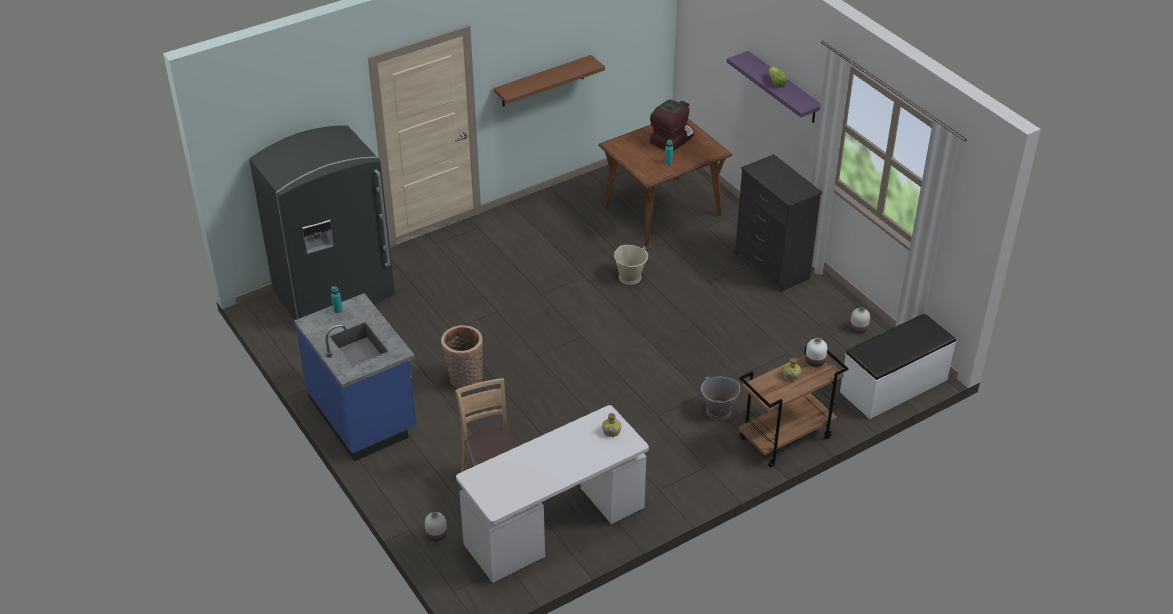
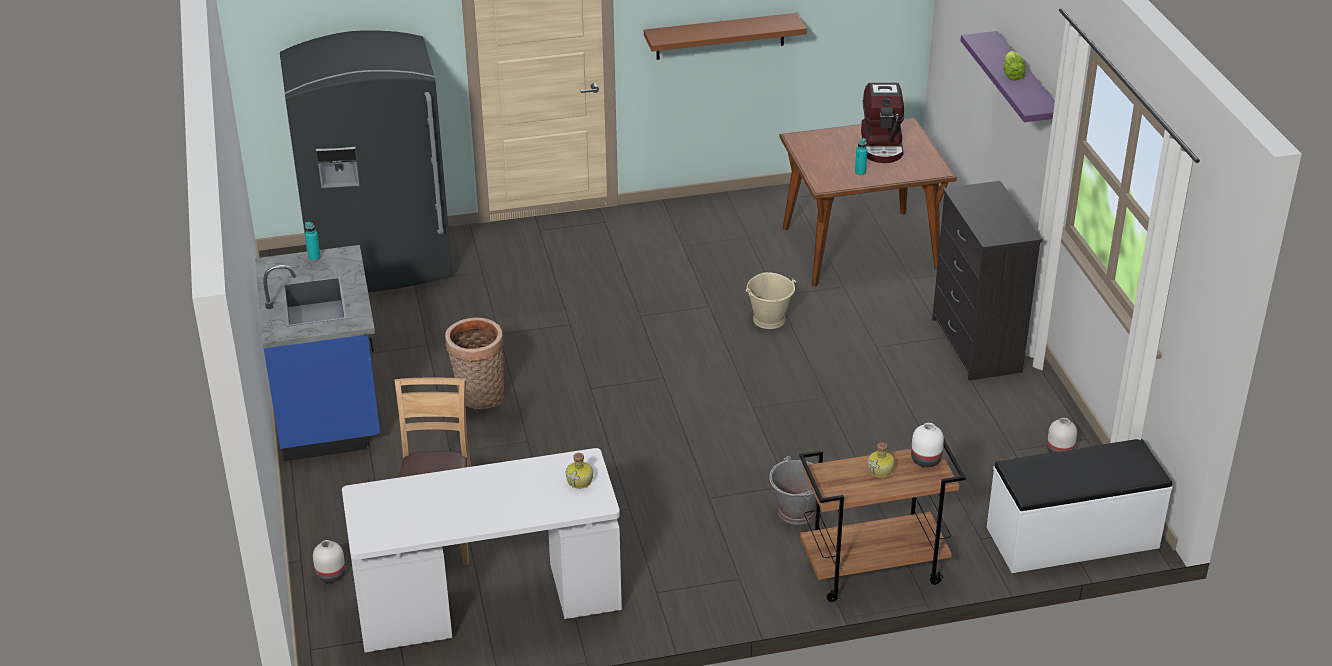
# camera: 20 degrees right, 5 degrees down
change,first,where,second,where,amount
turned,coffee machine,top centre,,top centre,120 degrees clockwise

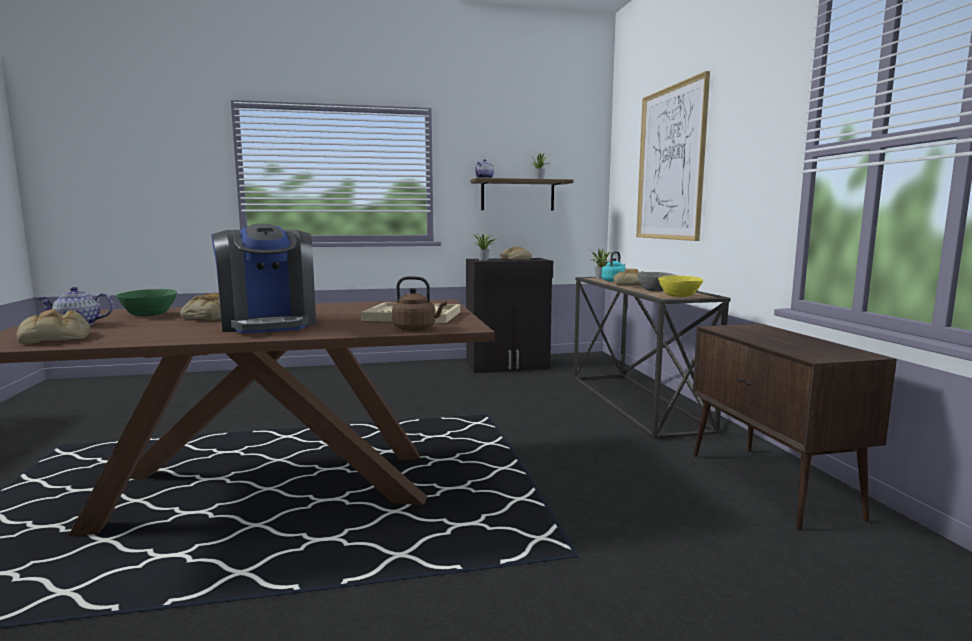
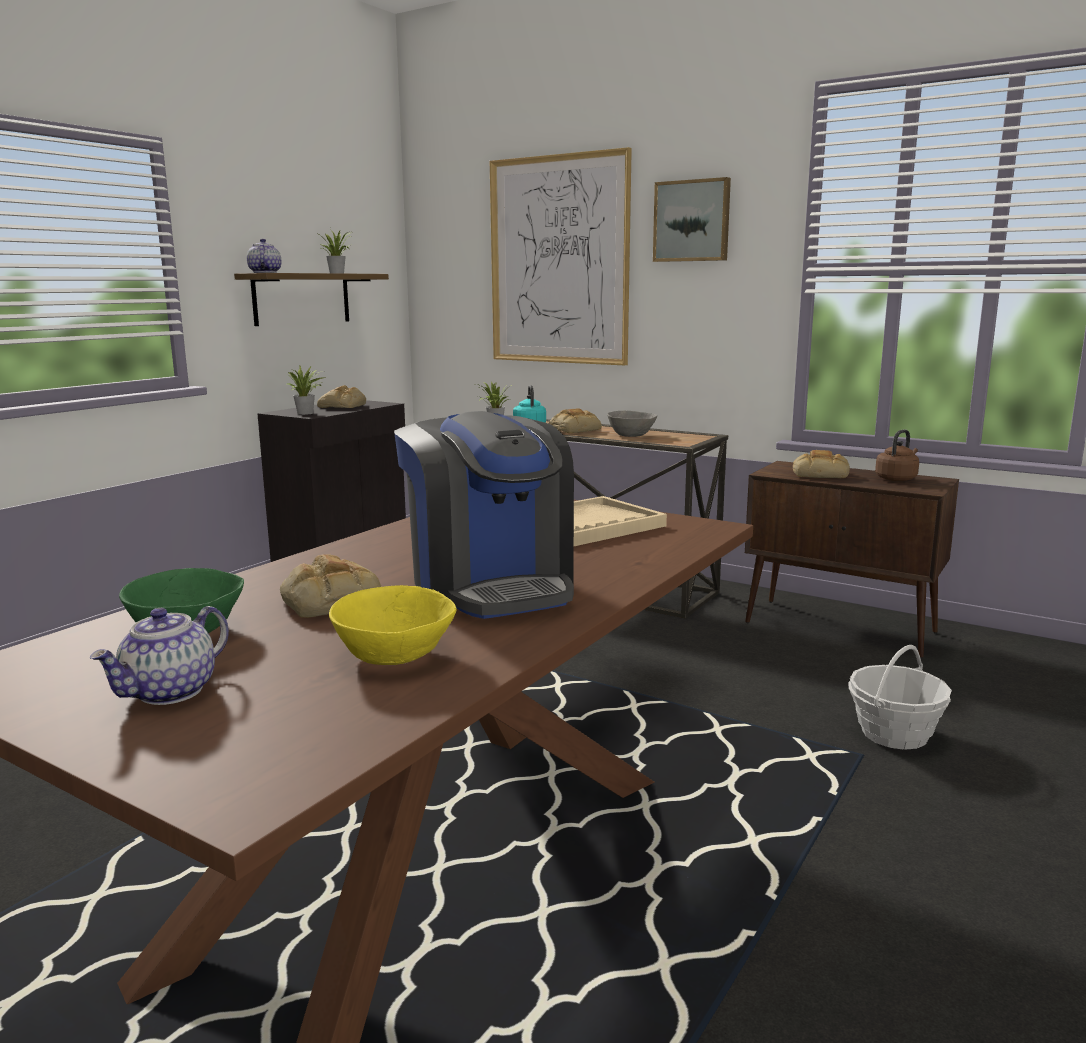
# camera: 45 degrees left, 5 degrees up
change,first,where,second,where,amount
moved,yellow-coloured bowl,middle right,,centre,
turned,coffee machine,middle left,,centre,45 degrees clockwise
added,,,picture (2nd from left),top centre,
moved,baked bread (1st from left in the first image),middle left,baked bread (4th from left),middle right,
added,,,household basket,bottom right,
moved,brownish kettle,centre,,middle right,

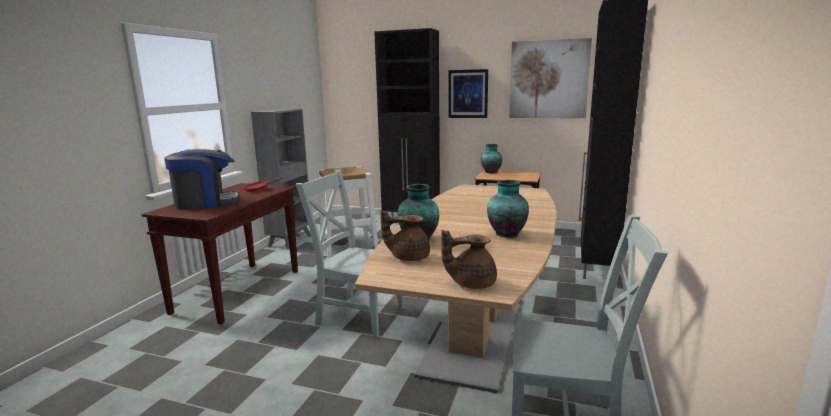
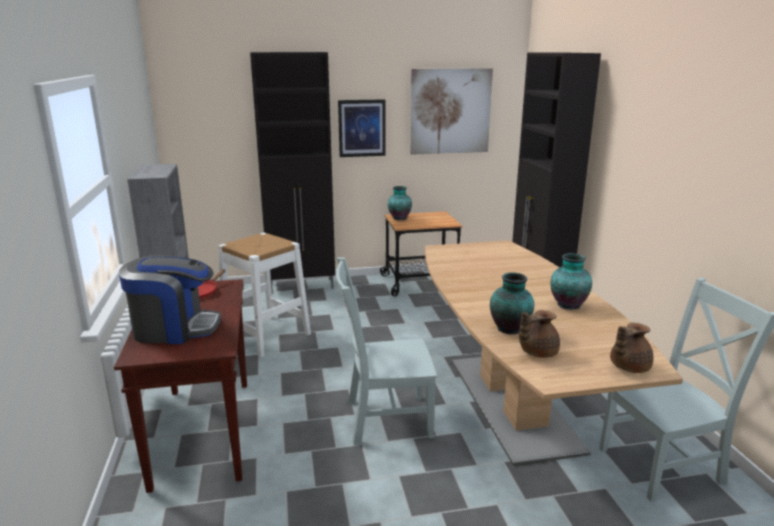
# camera: 30 degrees left, 5 degrees up
change,first,where,second,where,amount
turned,coffee machine,middle left,,middle left,45 degrees clockwise

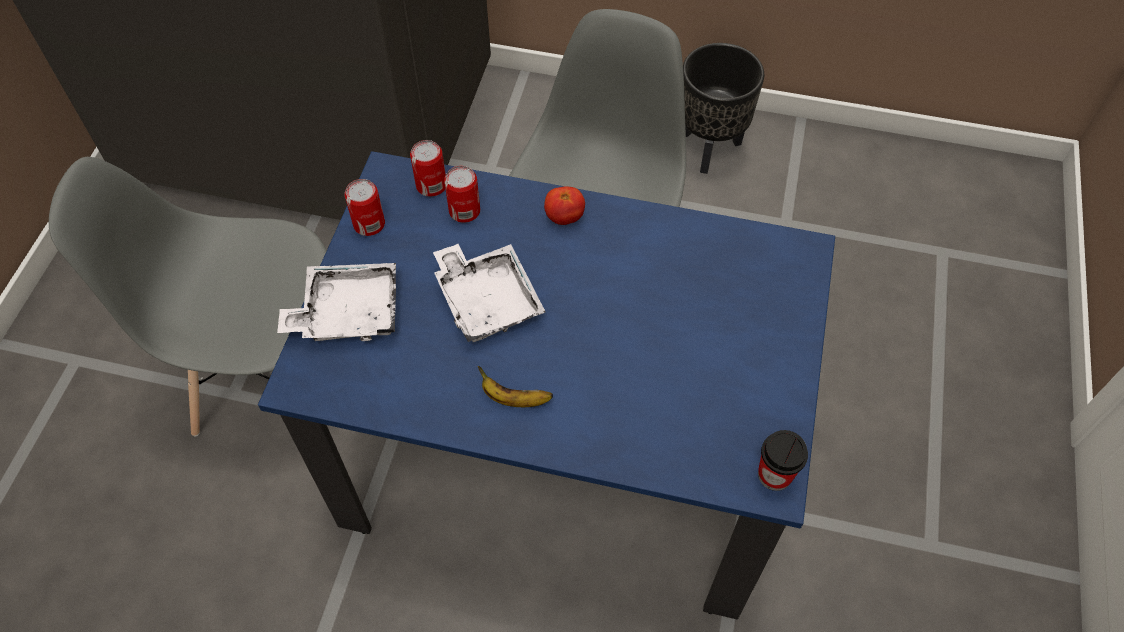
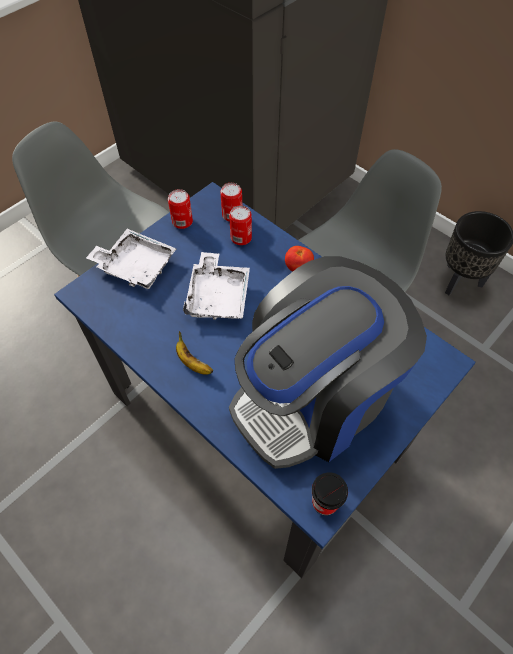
# camera: 30 degrees right, 0 degrees up
change,first,where,second,where,amount
added,,,coffee machine,centre,

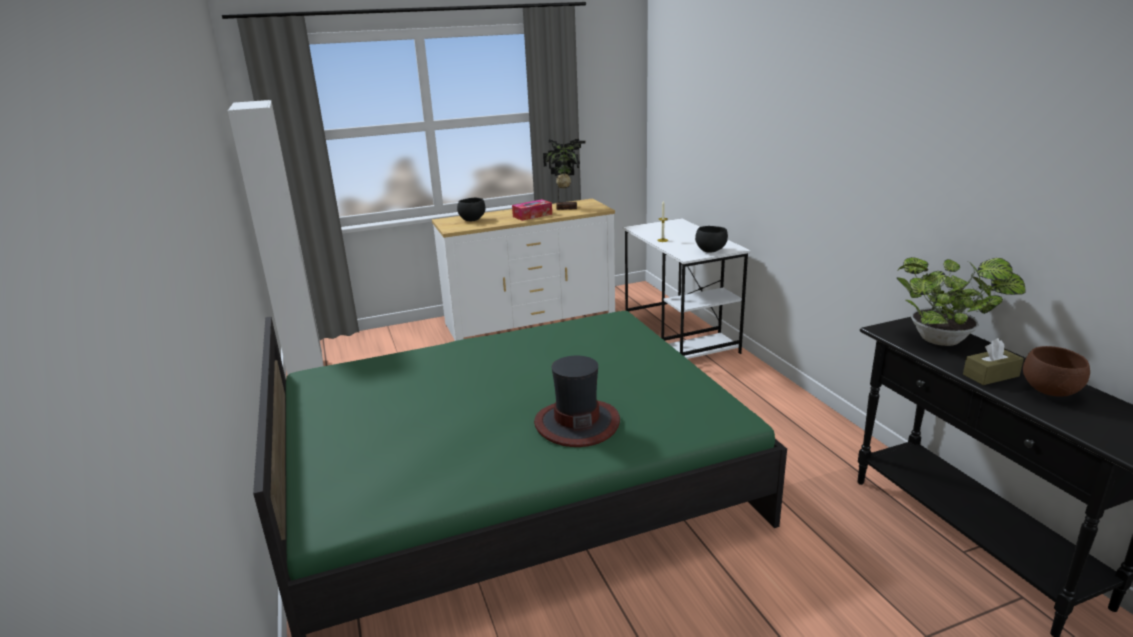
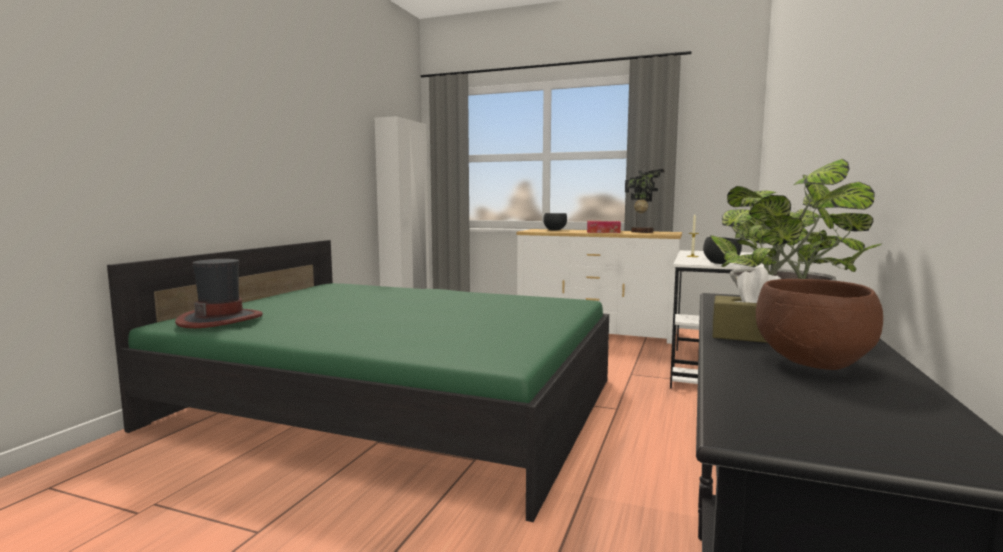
# camera: 40 degrees right, 15 degrees down
change,first,where,second,where,amount
moved,wearable hat,centre,,middle left,

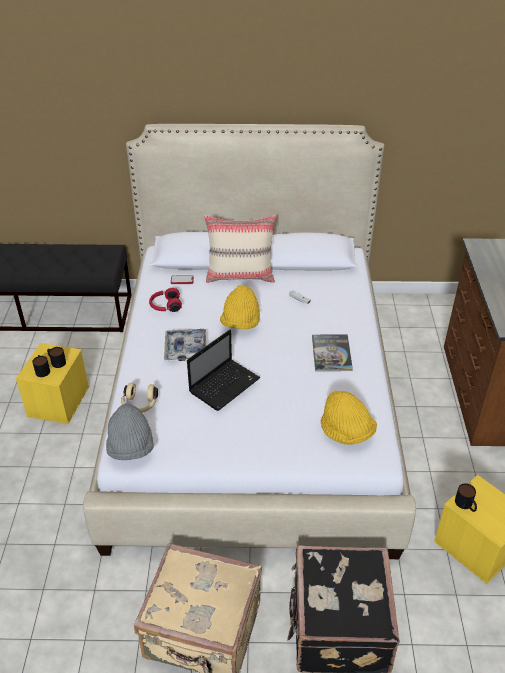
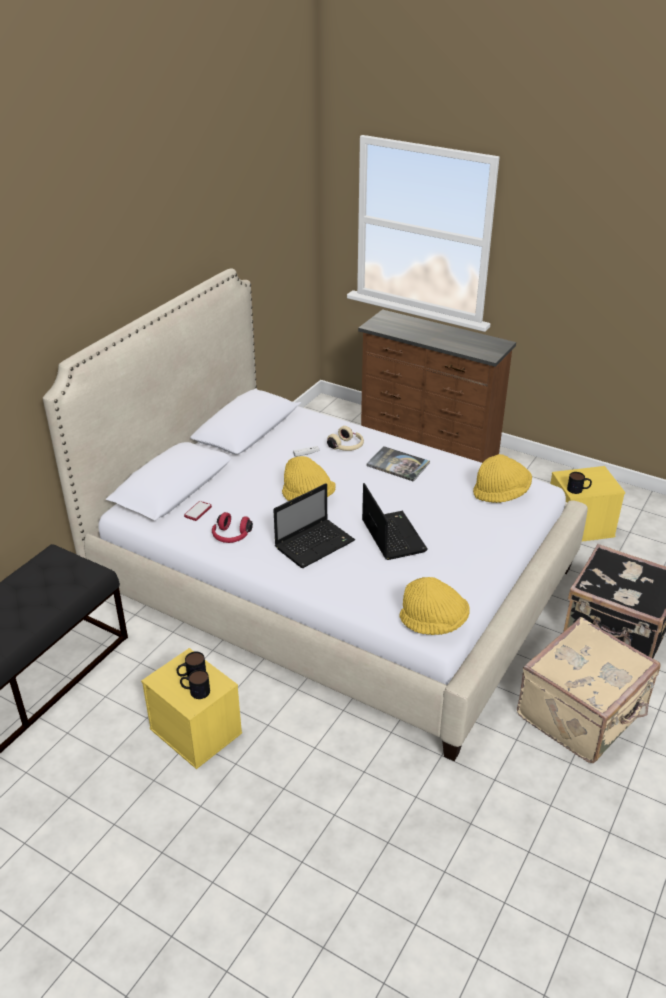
# camera: 60 degrees left, 5 degrees down
change,first,where,second,where,amount
replaced,serving tray,centre,notebook computer (1st from left),centre,
moved,beige headphones,middle left,,centre,
recoloured,gray wearable hat,middle left,yellow-coloured wearable hat (2nd from left),centre,
removed,beige pillow,centre,,,

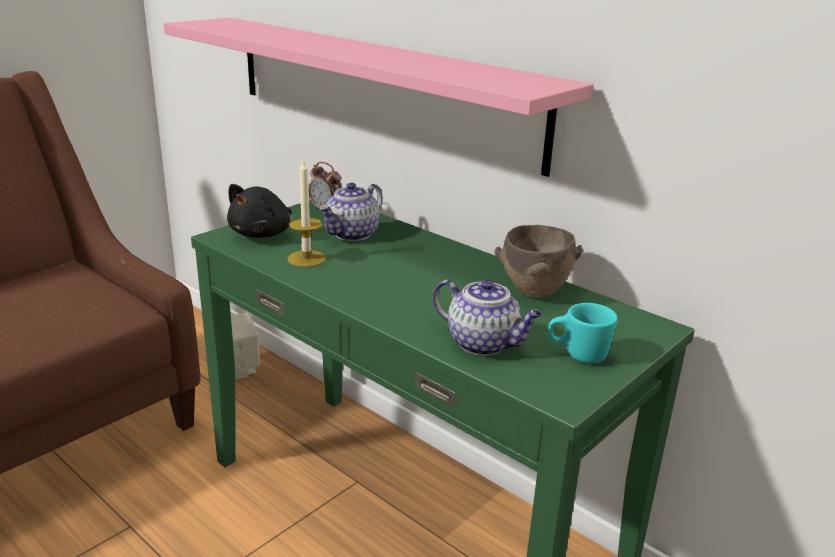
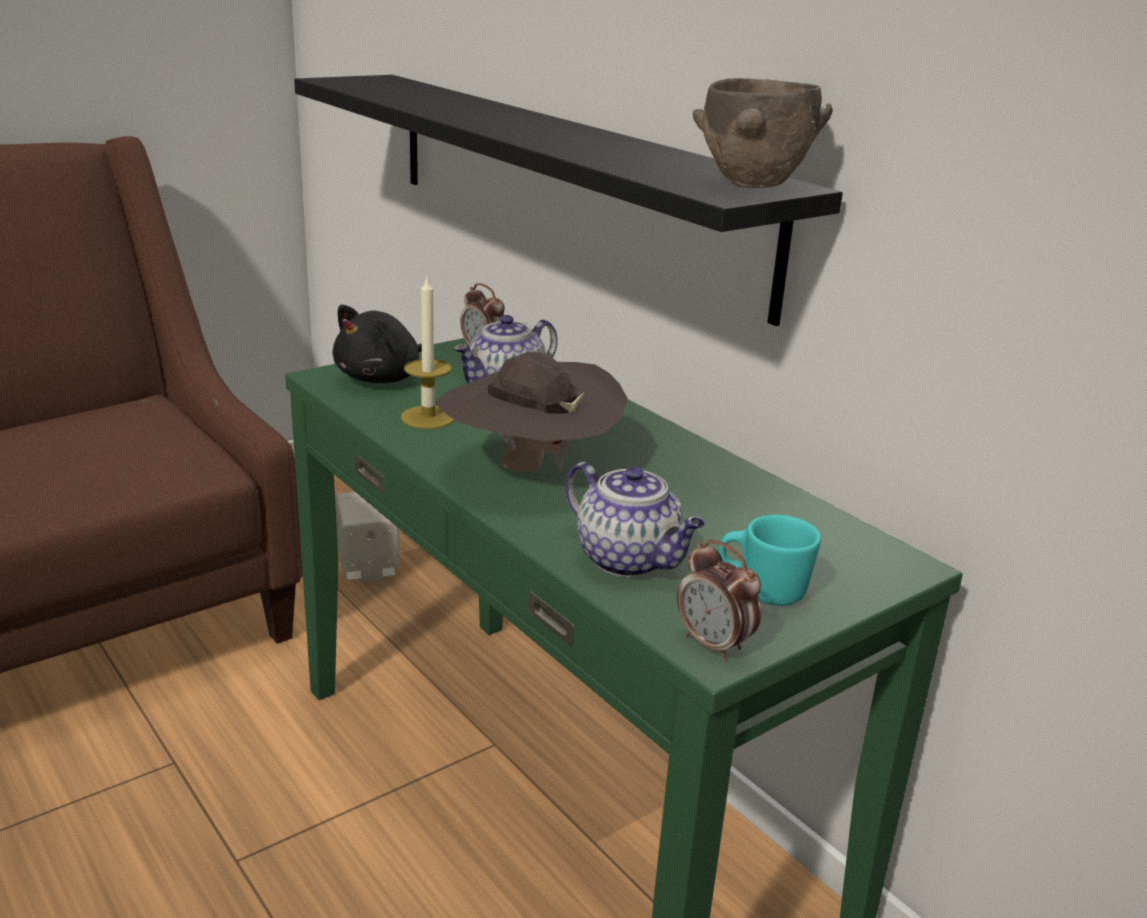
# camera: 10 degrees right, 0 degrees up
change,first,where,second,where,amount
recoloured,pink-coloured shelf,top centre,black-coloured shelf,top centre,
added,,,brownish wearable hat,centre,
added,,,table clock (2nd from left),centre,
moved,brownish bowl,centre,,top centre,

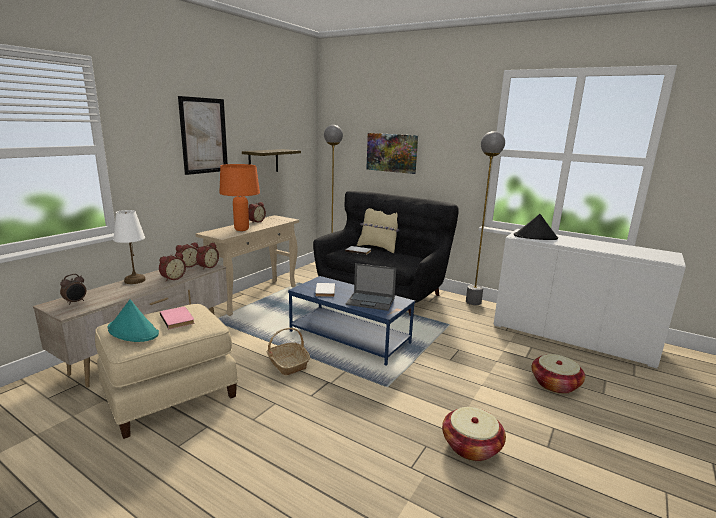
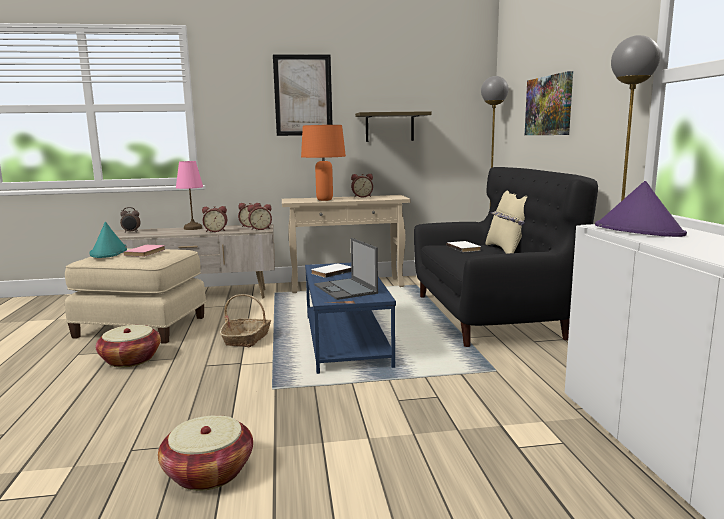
# camera: 50 degrees right, 5 degrees down
change,first,where,second,where,amount
moved,household basket (3rd from left in the first image),bottom right,household basket (1st from left),bottom left,
recoloured,white-coloured table lamp,middle left,pink-coloured table lamp,middle left,
recoloured,black-coloured wearable hat,middle right,purple-coloured wearable hat,middle right,

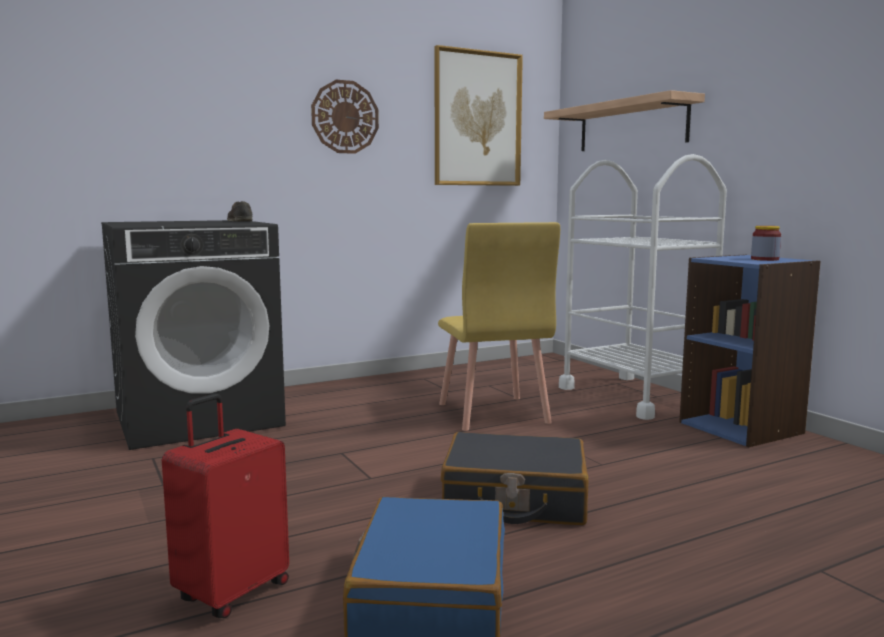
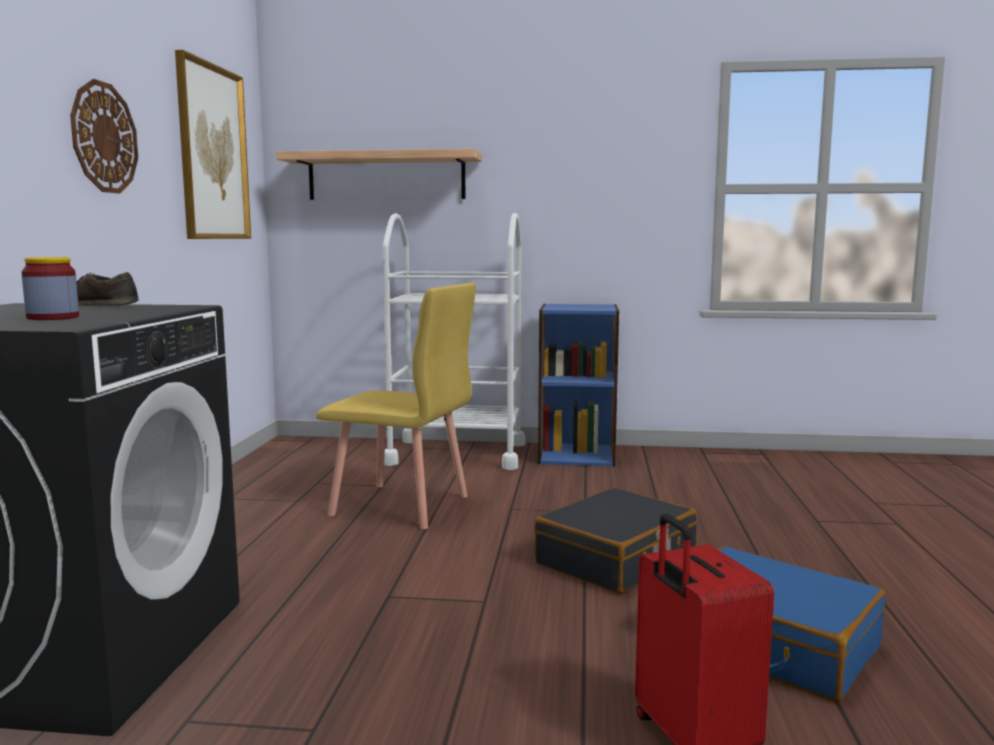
# camera: 55 degrees left, 0 degrees up
change,first,where,second,where,amount
moved,preserve jar,middle right,,middle left,

